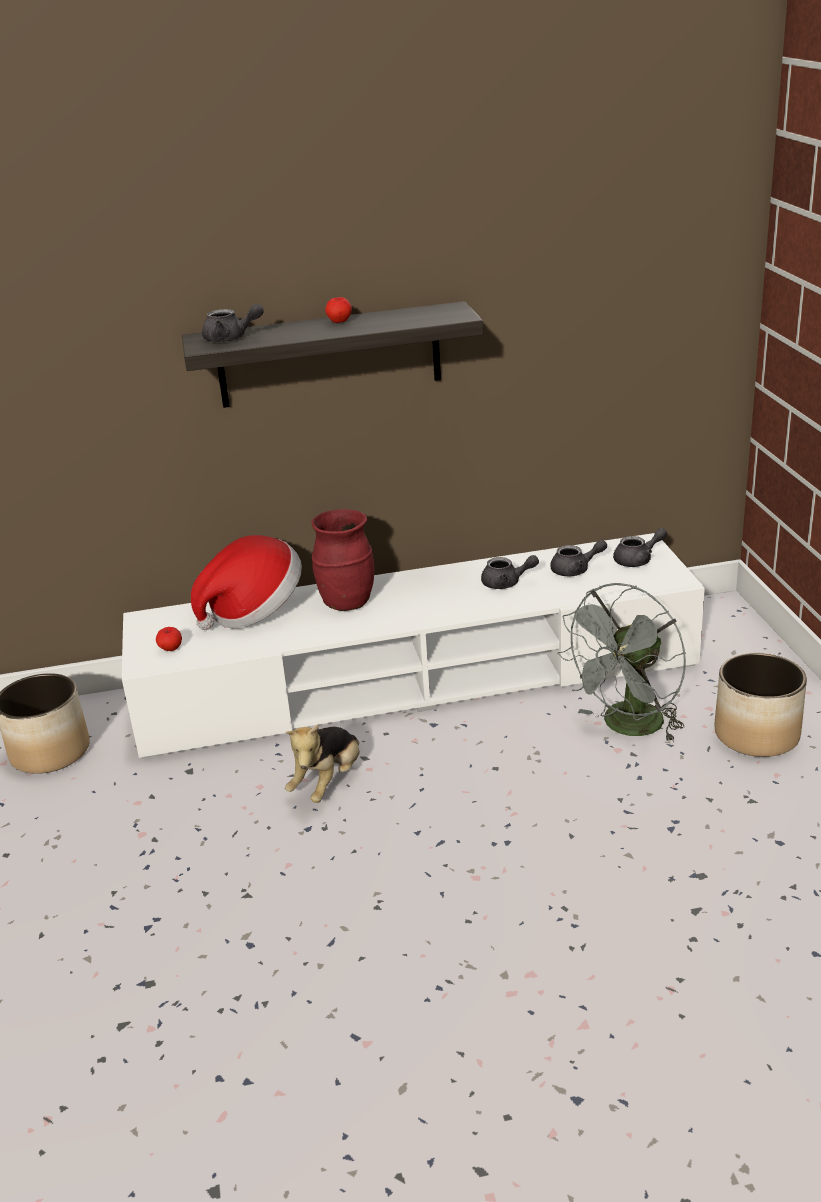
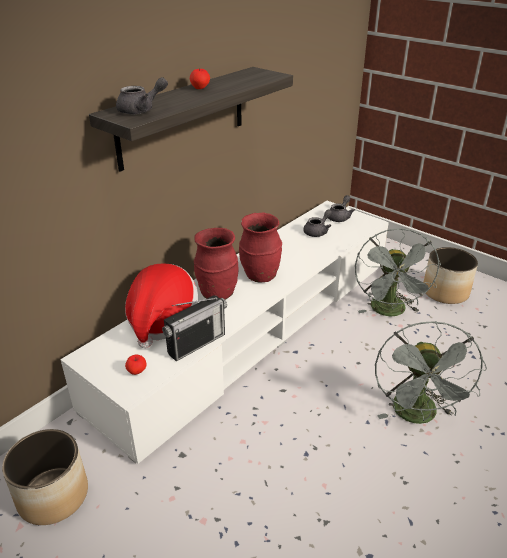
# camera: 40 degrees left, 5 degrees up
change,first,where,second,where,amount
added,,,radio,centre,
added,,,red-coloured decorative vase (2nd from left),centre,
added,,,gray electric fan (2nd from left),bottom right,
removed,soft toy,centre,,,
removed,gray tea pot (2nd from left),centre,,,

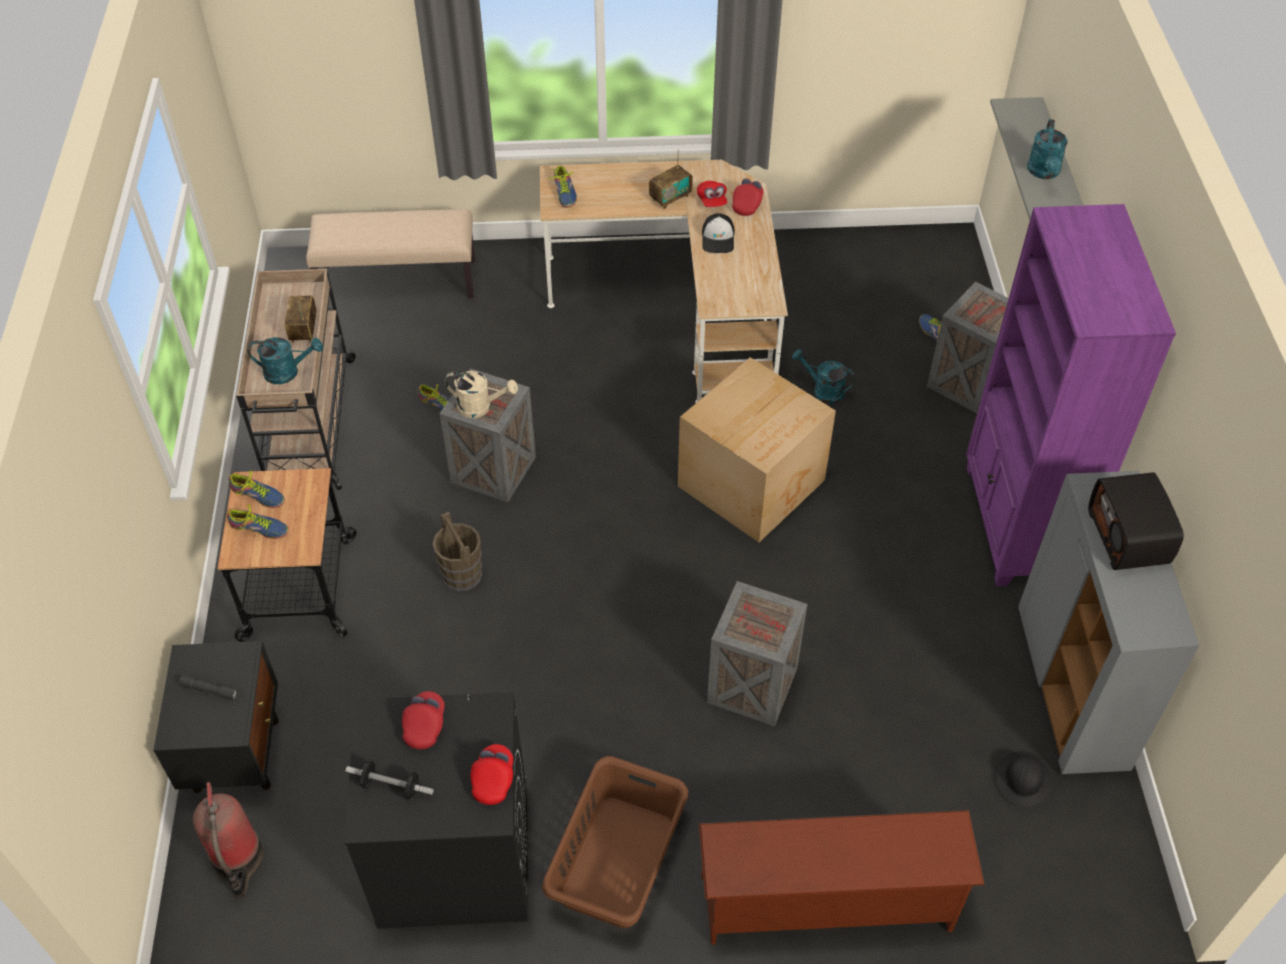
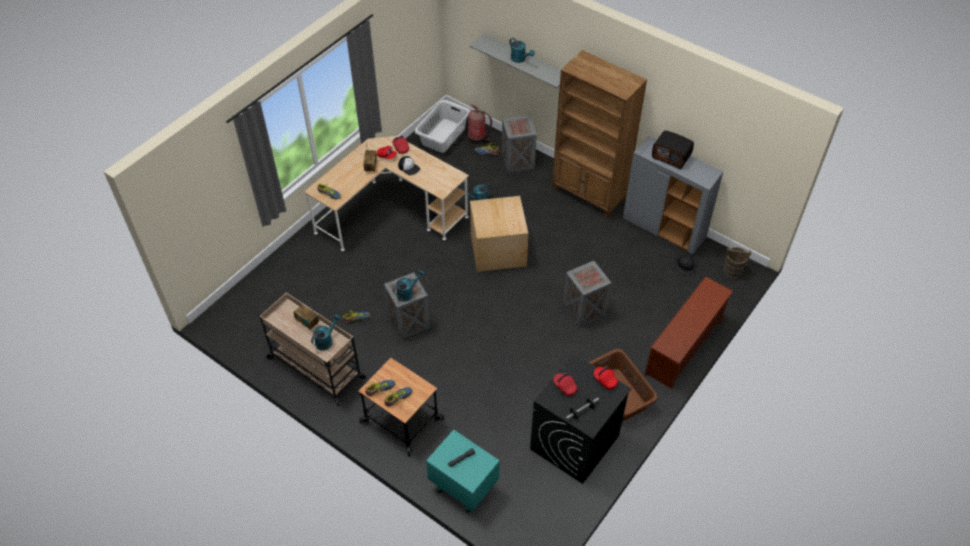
# camera: 50 degrees left, 0 degrees up
change,first,where,second,where,amount
recoloured,beige watering can,centre,blue-green watering can (2nd from left),centre,
added,,,gray laundry basket,top centre,
recoloured,black-coloured bedside table,bottom left,blue-green bedside table,bottom centre,
moved,extinguisher,bottom left,,top centre,
recoloured,purple-coloured shelving unit,middle right,brownish shelving unit,top centre,
moved,brownish bucket,centre,,middle right,
removed,beige bench,top left,,,

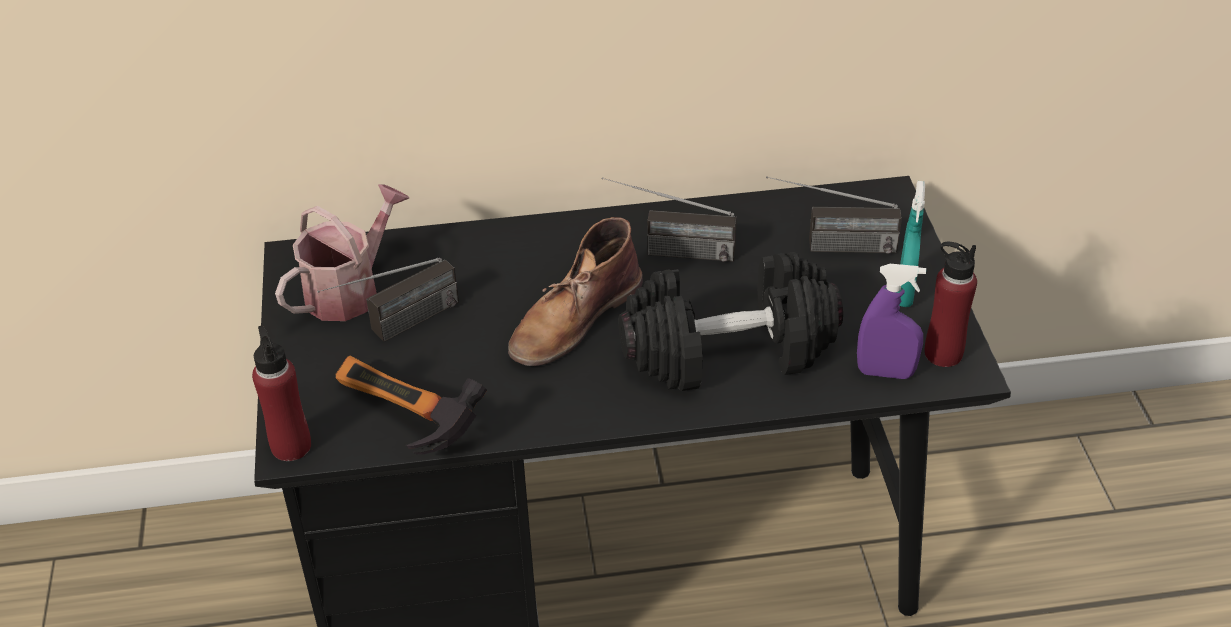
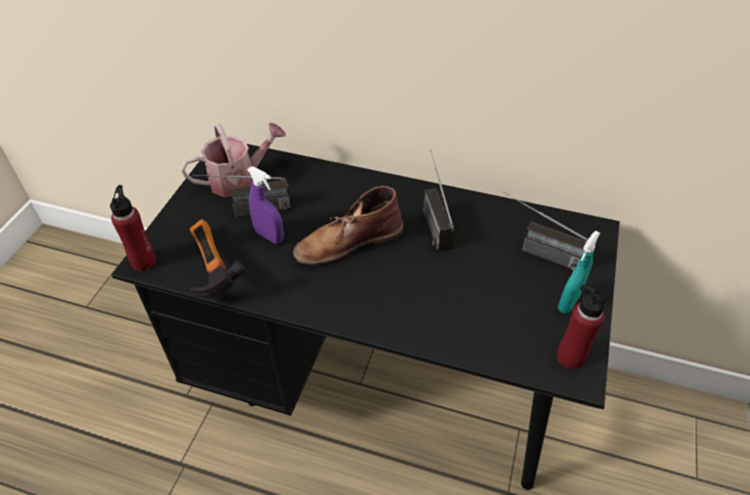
# camera: 25 degrees right, 5 degrees up
change,first,where,second,where,amount
moved,purple-coloured sprayer,middle right,,centre,
turned,radio (2nd from left),centre,,centre,45 degrees clockwise
removed,black-coloured free weight,centre,,,

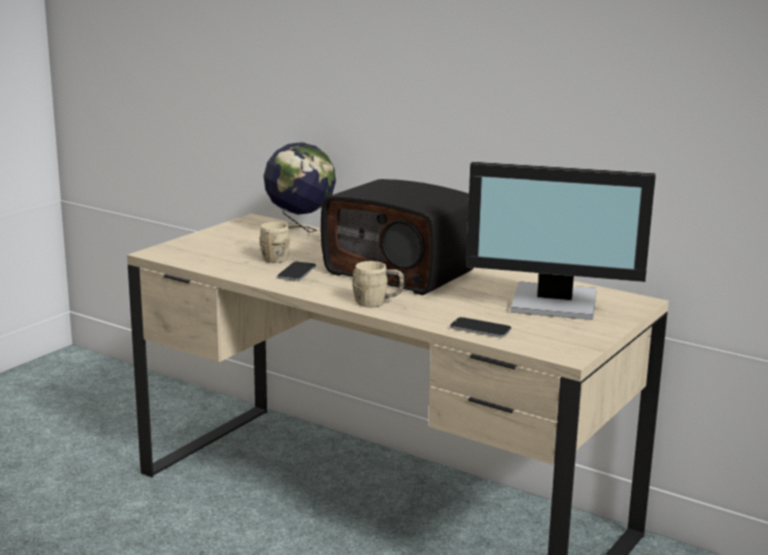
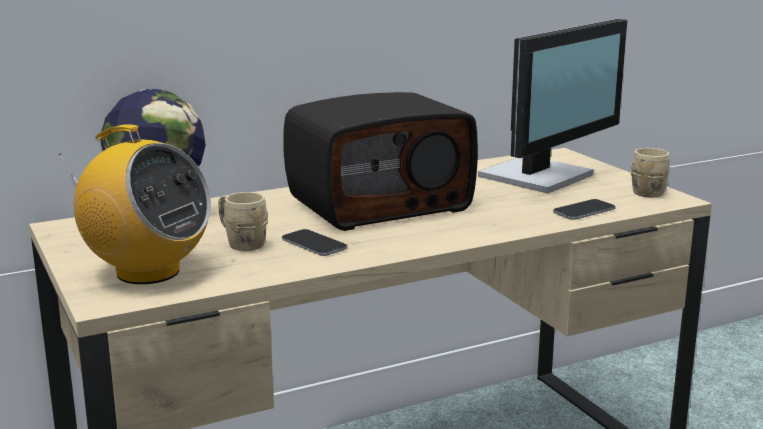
# camera: 60 degrees left, 0 degrees up
change,first,where,second,where,amount
added,,,radio (1st from left),middle left,
moved,beige coffee mug (2nd from left),centre,,middle right,

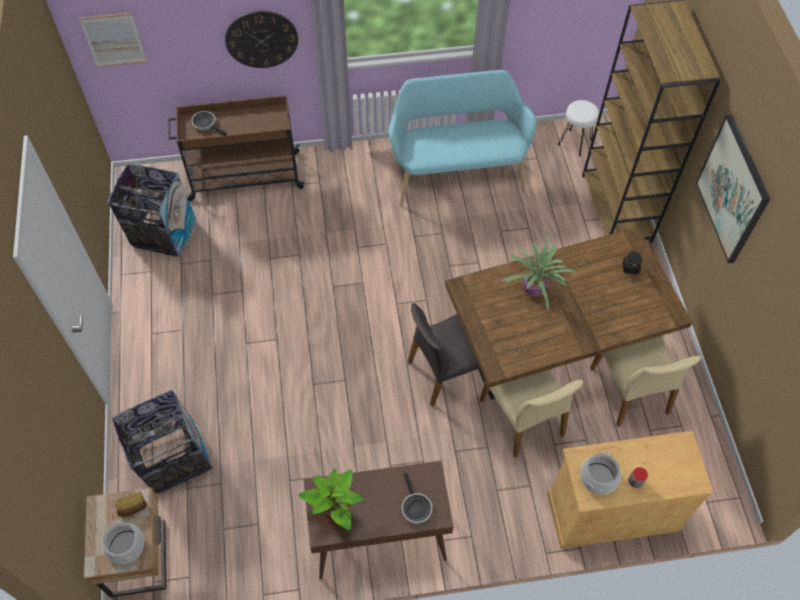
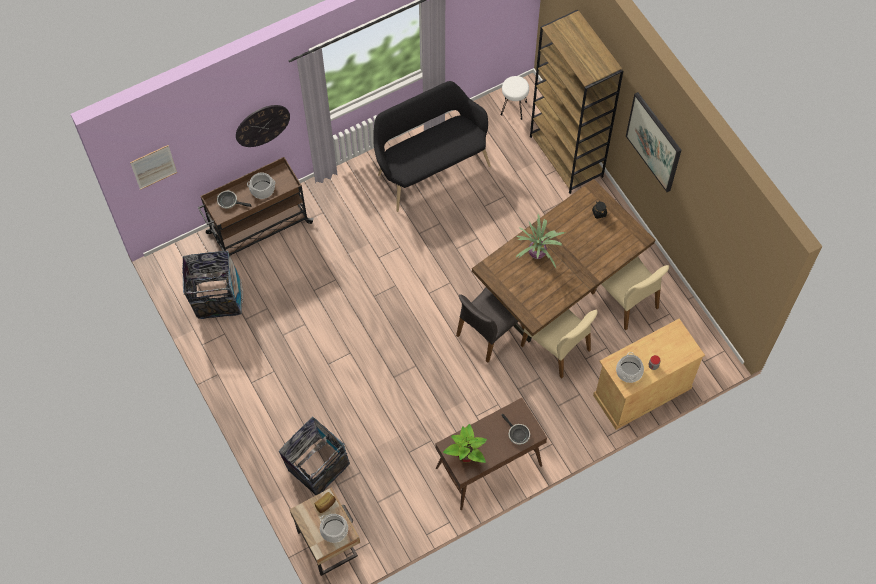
# camera: 20 degrees left, 5 degrees up
change,first,where,second,where,amount
added,,,stockpot (1st from left),top left,
recoloured,blue-green bench,top centre,black-coloured bench,top centre,

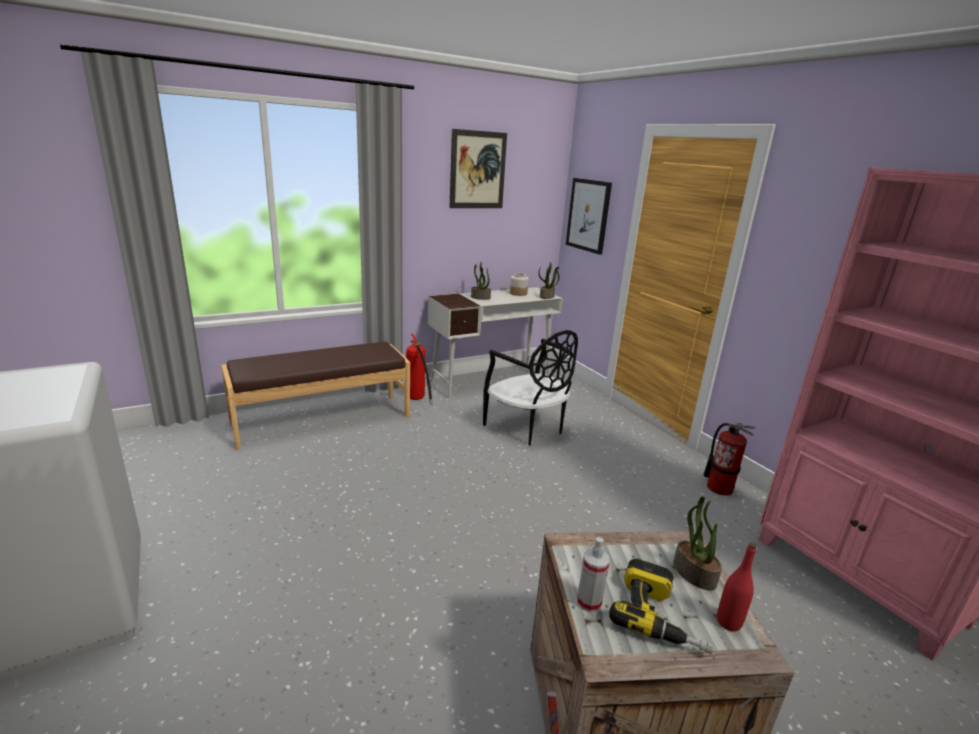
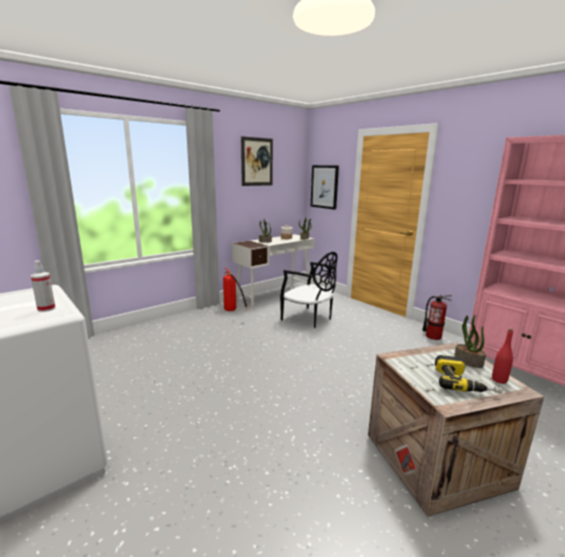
# camera: 10 degrees left, 5 degrees down
change,first,where,second,where,amount
moved,sprayer,bottom centre,,middle left,
removed,brownish bench,middle left,,,

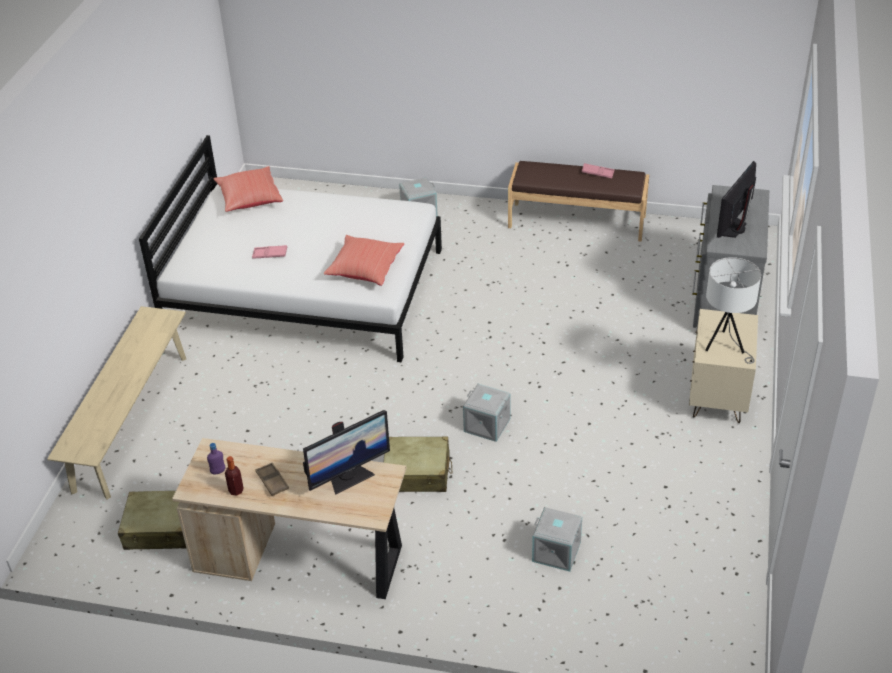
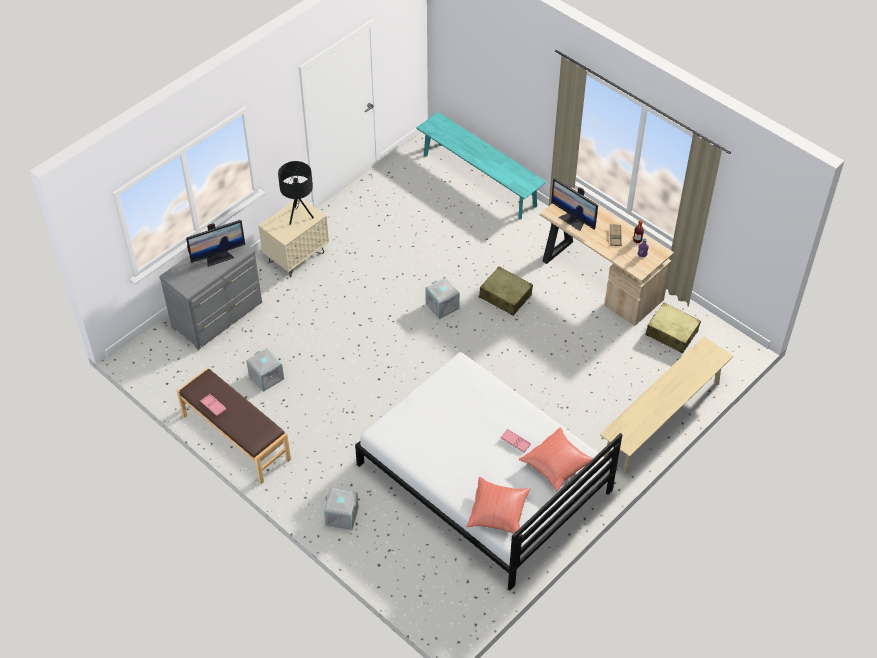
# camera: 150 degrees left, 10 degrees up
change,first,where,second,where,amount
moved,gray storage box (3rd from left in the first image),bottom centre,gray storage box (1st from left),middle left,
recoloured,white-coloured table lamp,middle right,black-coloured table lamp,top centre,
added,,,blue-green bench,top centre,
moved,red-coloured pillow (2nd from left),centre,,bottom centre,
turned,monitor (1st from left in the first image),bottom centre,monitor (2nd from left),top centre,135 degrees counterclockwise

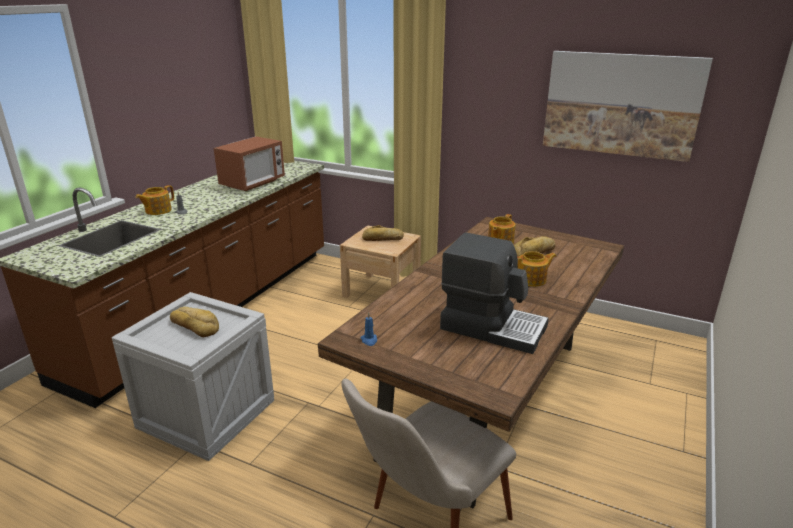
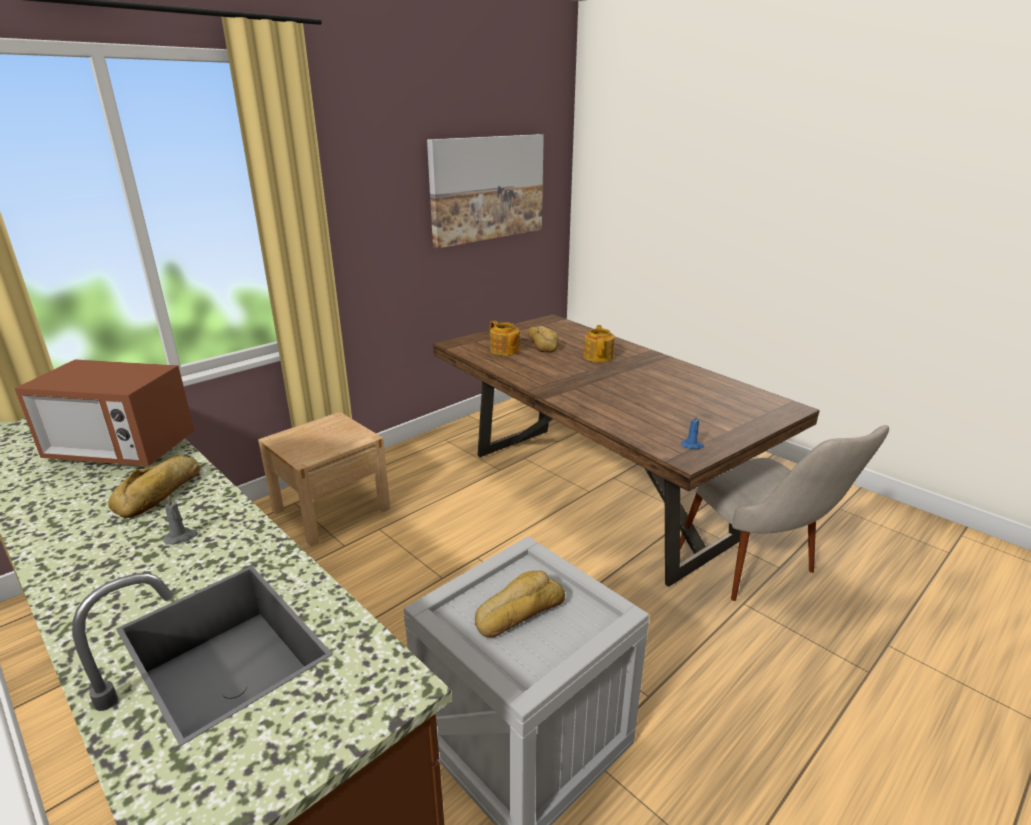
# camera: 70 degrees left, 0 degrees up
change,first,where,second,where,amount
turned,microwave,top left,,middle left,135 degrees clockwise
moved,baked bread (2nd from left in the first image),centre,baked bread (1st from left),middle left,
removed,tea pot (1st from left),middle left,,,
removed,coffee machine,centre,,,

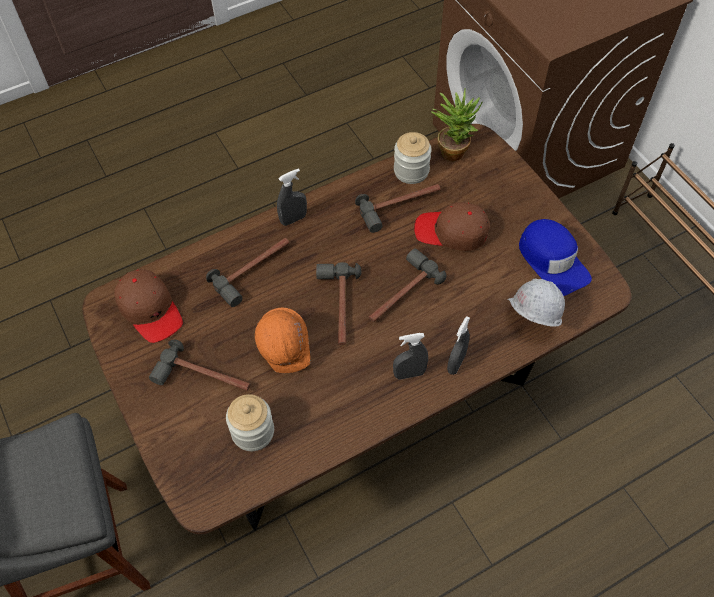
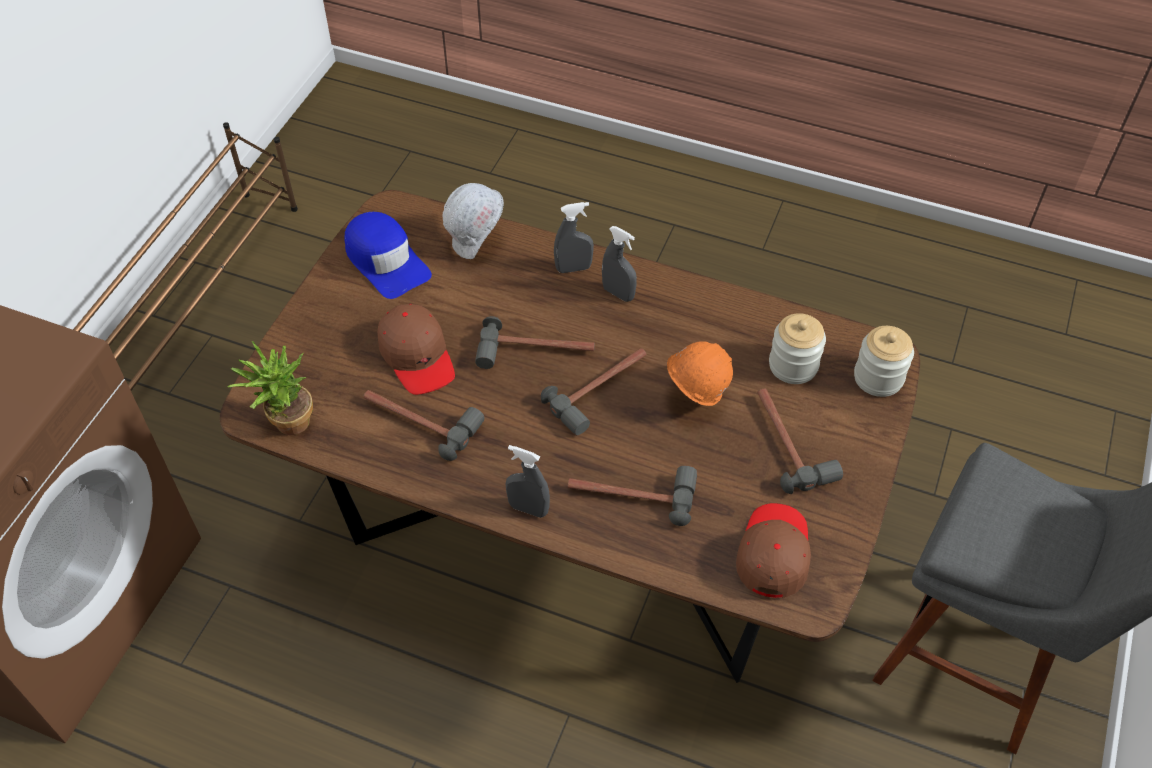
# camera: 130 degrees left, 5 degrees down
change,first,where,second,where,amount
turned,blue baseball cap,middle right,,top centre,120 degrees clockwise
moved,preserve jar (2nd from left),top centre,,middle right,

